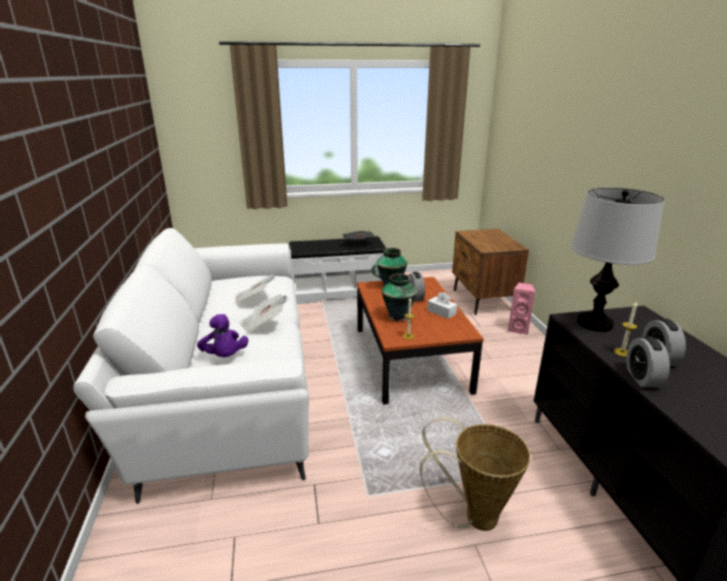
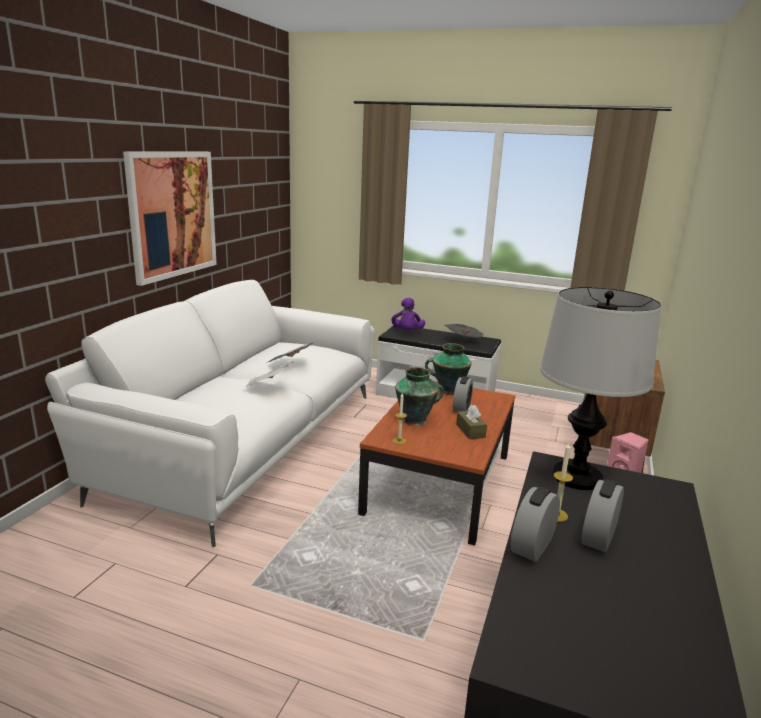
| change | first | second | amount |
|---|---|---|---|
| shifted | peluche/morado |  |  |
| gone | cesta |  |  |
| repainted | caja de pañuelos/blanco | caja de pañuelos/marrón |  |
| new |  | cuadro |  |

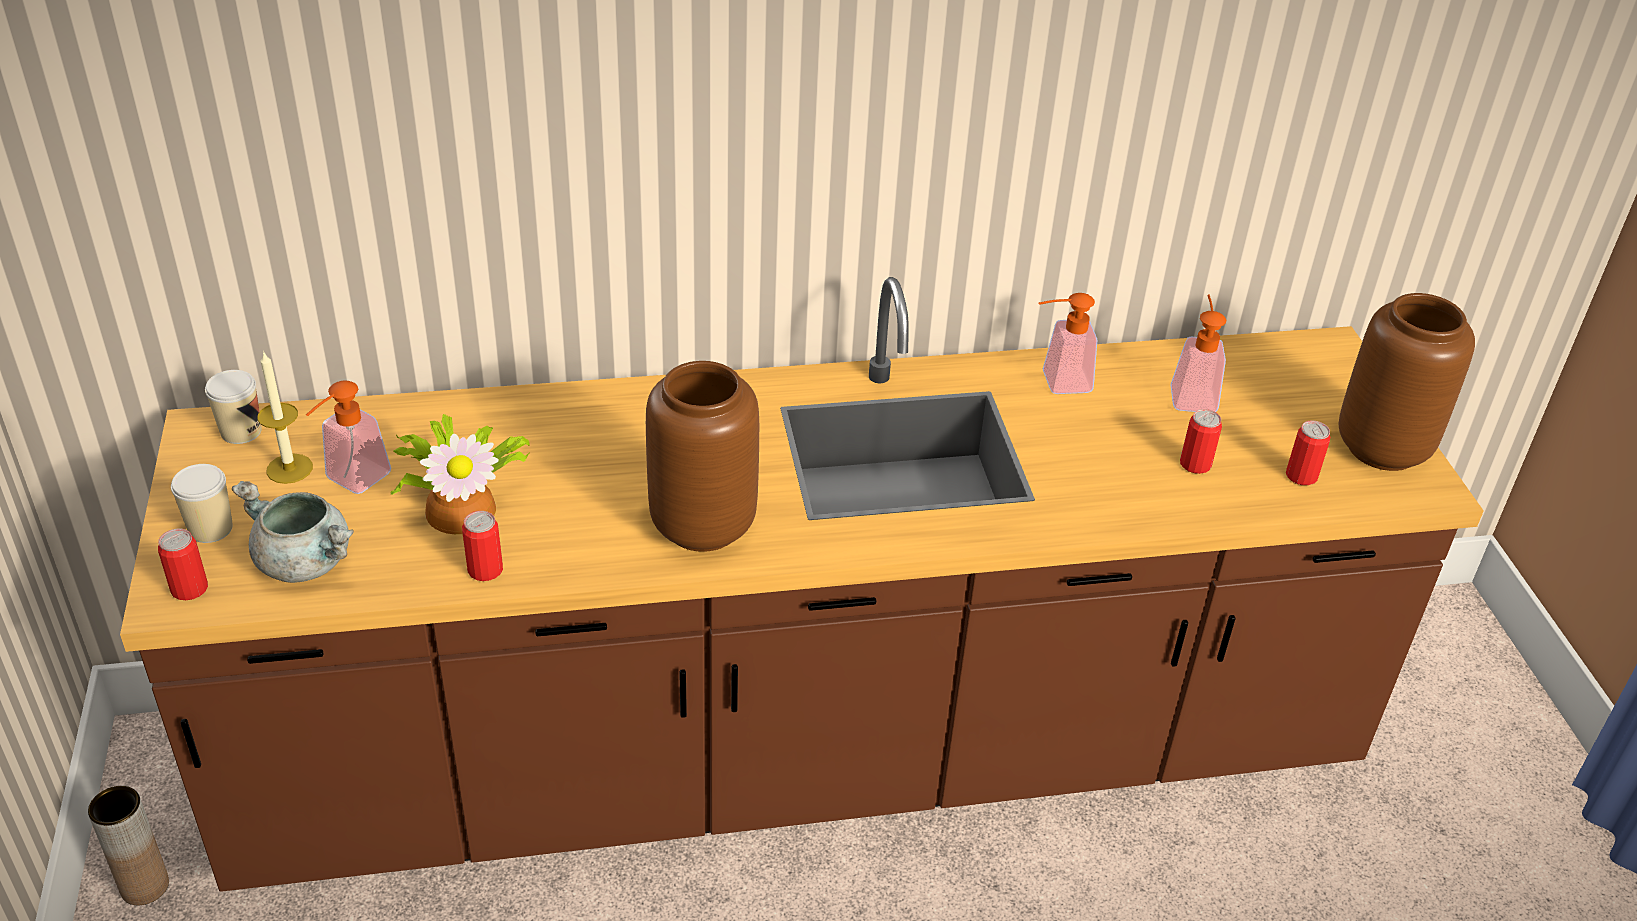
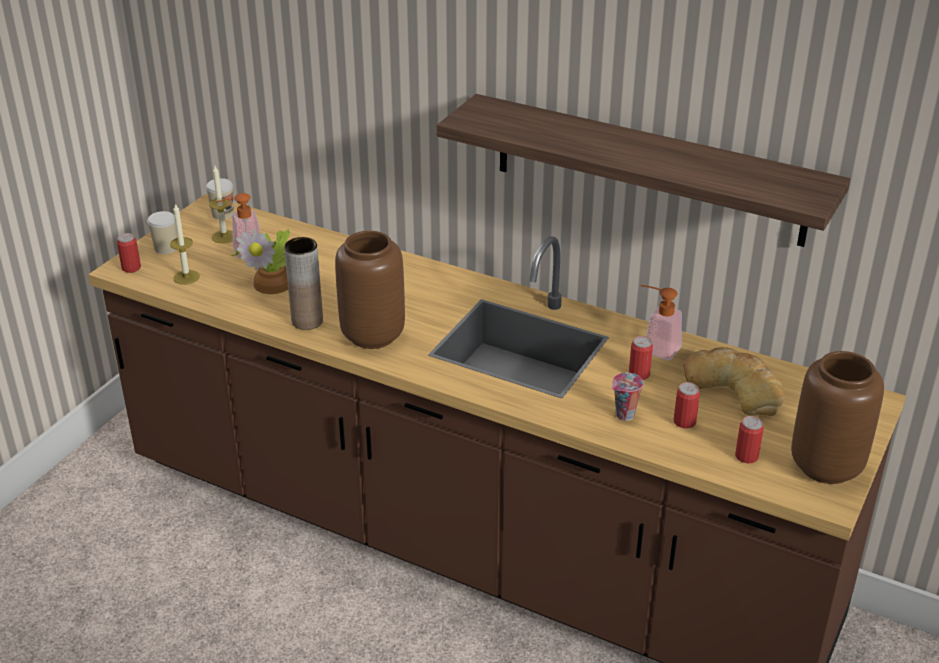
| change | first | second | amount |
|---|---|---|---|
| shifted | florero/marrón (no. 1 from left) |  |  |
| swapped | olla/gris | vela (no. 1 from left) |  |
| shifted | lata (no. 2 from left) |  |  |
| swapped | dispensador de jabón (no. 3 from left) | pan |  |
| new |  | estante |  |
| new |  | taza (no. 3 from left) |  |

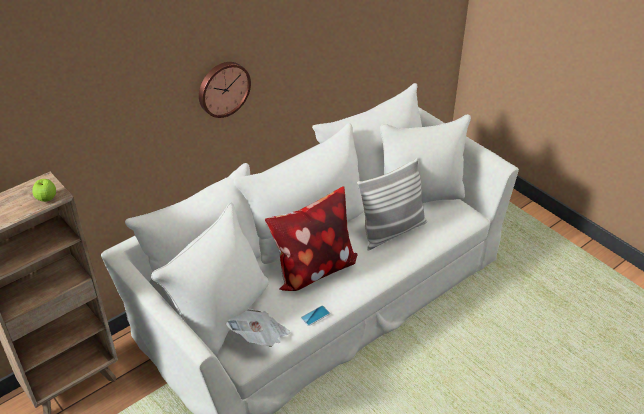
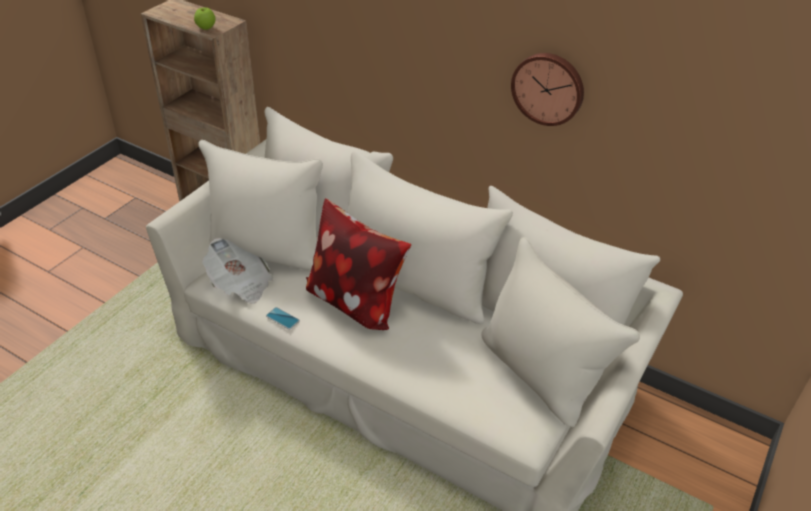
| change | first | second | amount |
|---|---|---|---|
| shifted | reloj de pared |  |  |
| gone | cojín (no. 2 from left) |  |  |

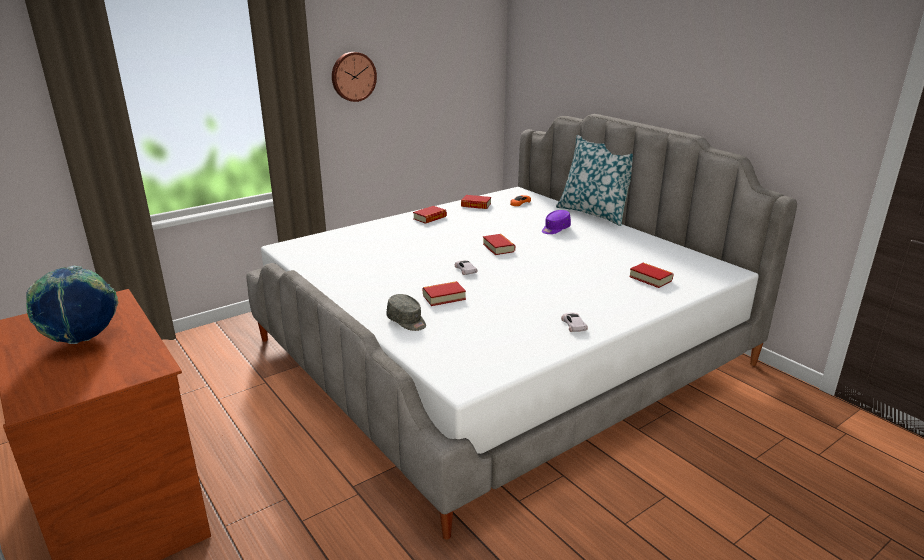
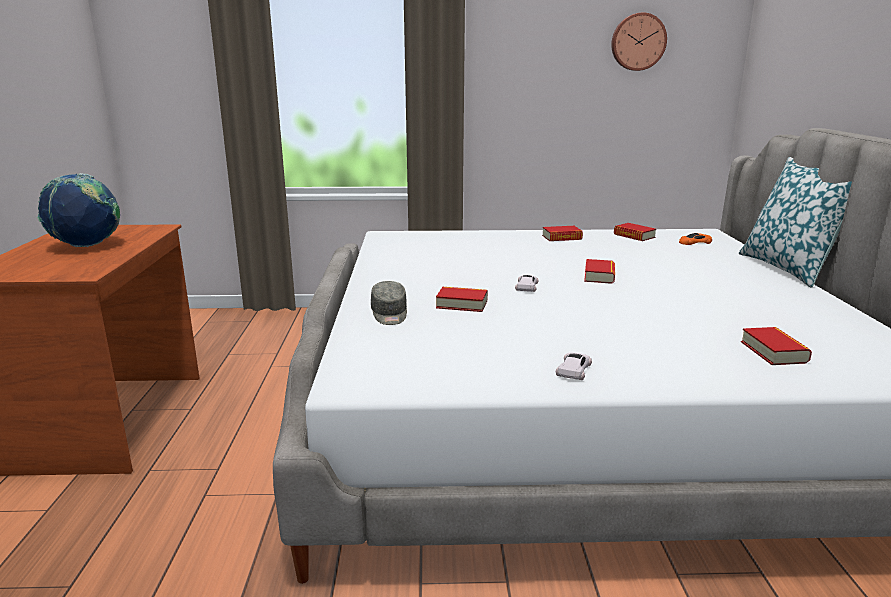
| change | first | second | amount |
|---|---|---|---|
| shifted | reloj de pared |  |  |
| gone | gorra/morado |  |  |

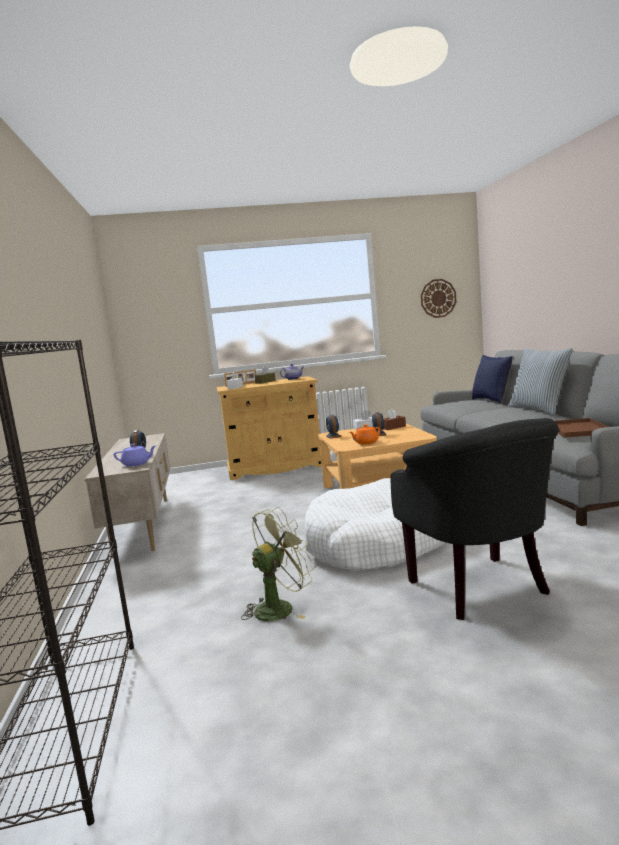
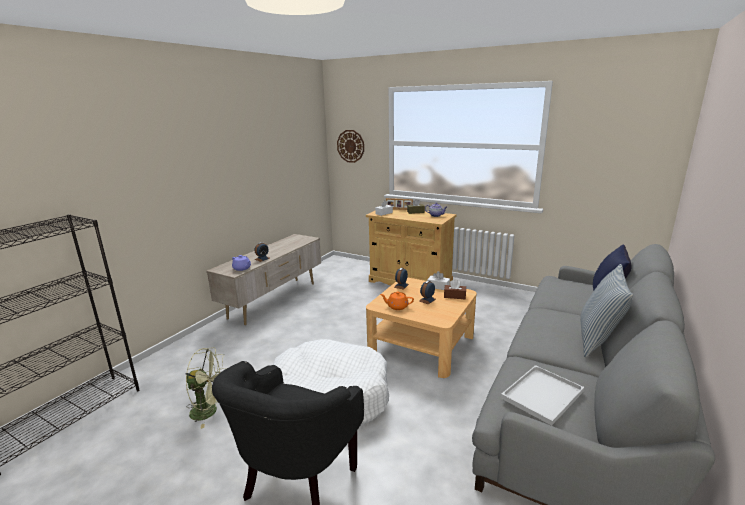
| change | first | second | amount |
|---|---|---|---|
| shifted | reloj de pared |  |  |
| repainted | bandeja/marrón | bandeja/blanco |  |

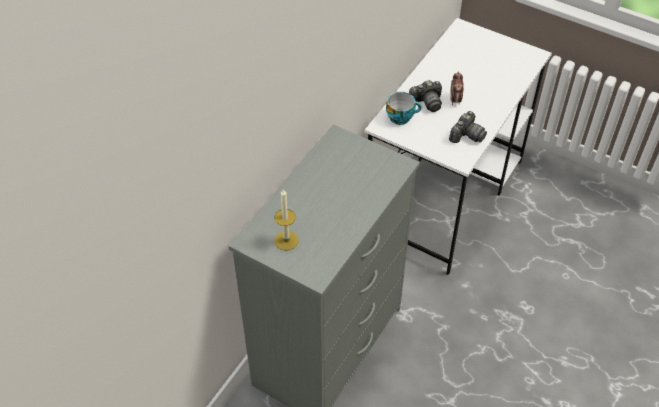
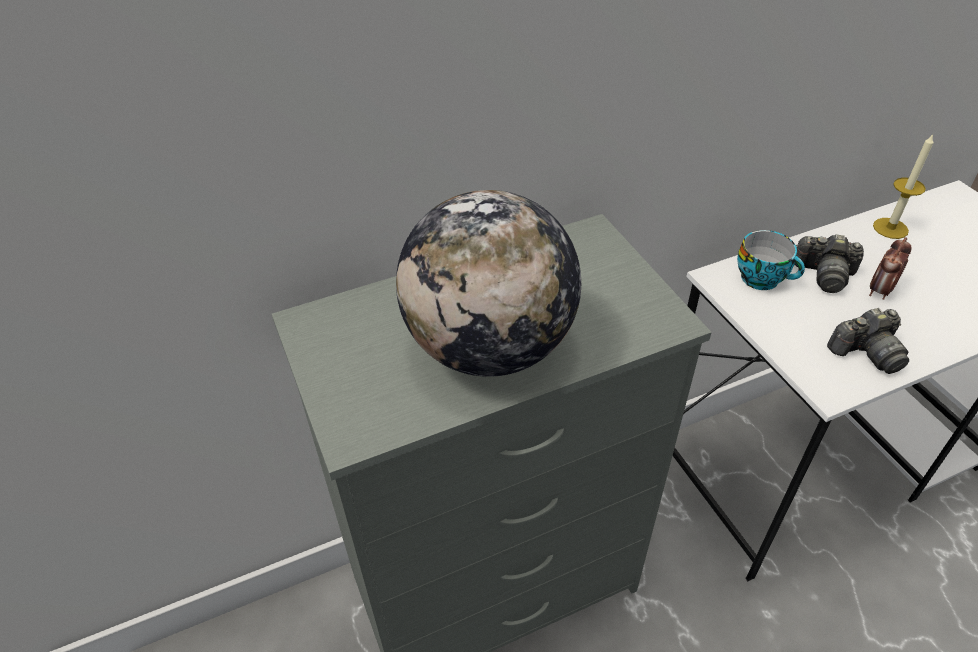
| change | first | second | amount |
|---|---|---|---|
| shifted | vela |  |  |
| new |  | globo terráqueo |  |

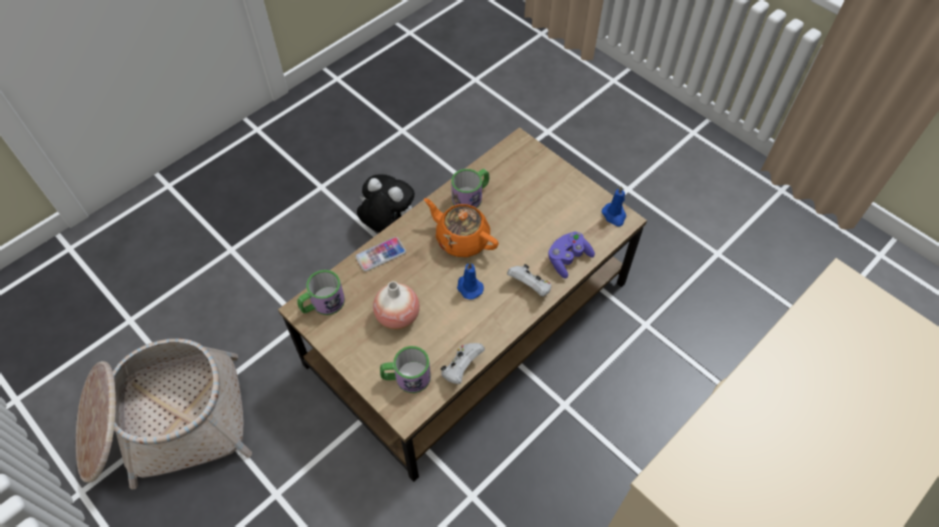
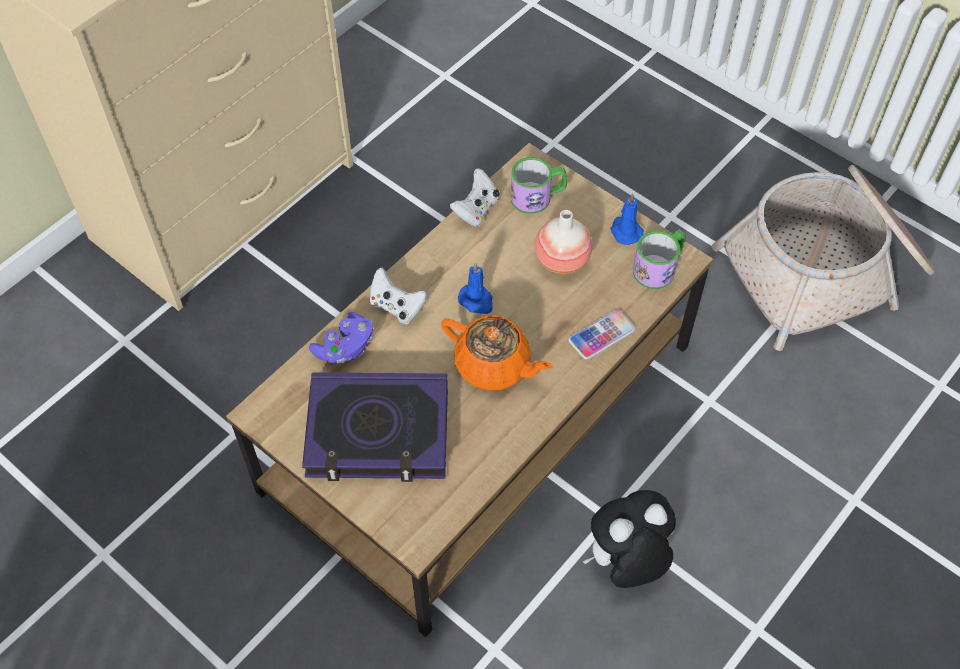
| change | first | second | amount |
|---|---|---|---|
| rotated | peluche |  | 135 degrees clockwise |
| gone | taza grande (no. 3 from left) |  |  |
| shifted | vela/azul (no. 2 from left) |  |  |
| new |  | libro |  |

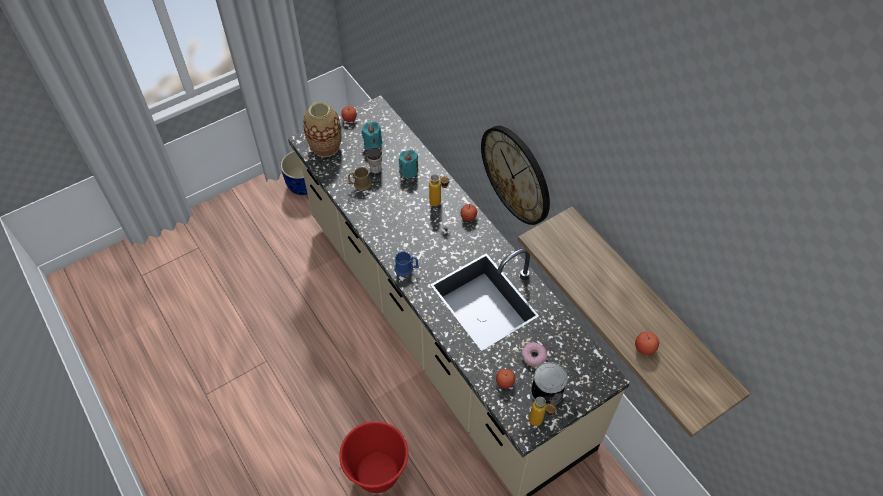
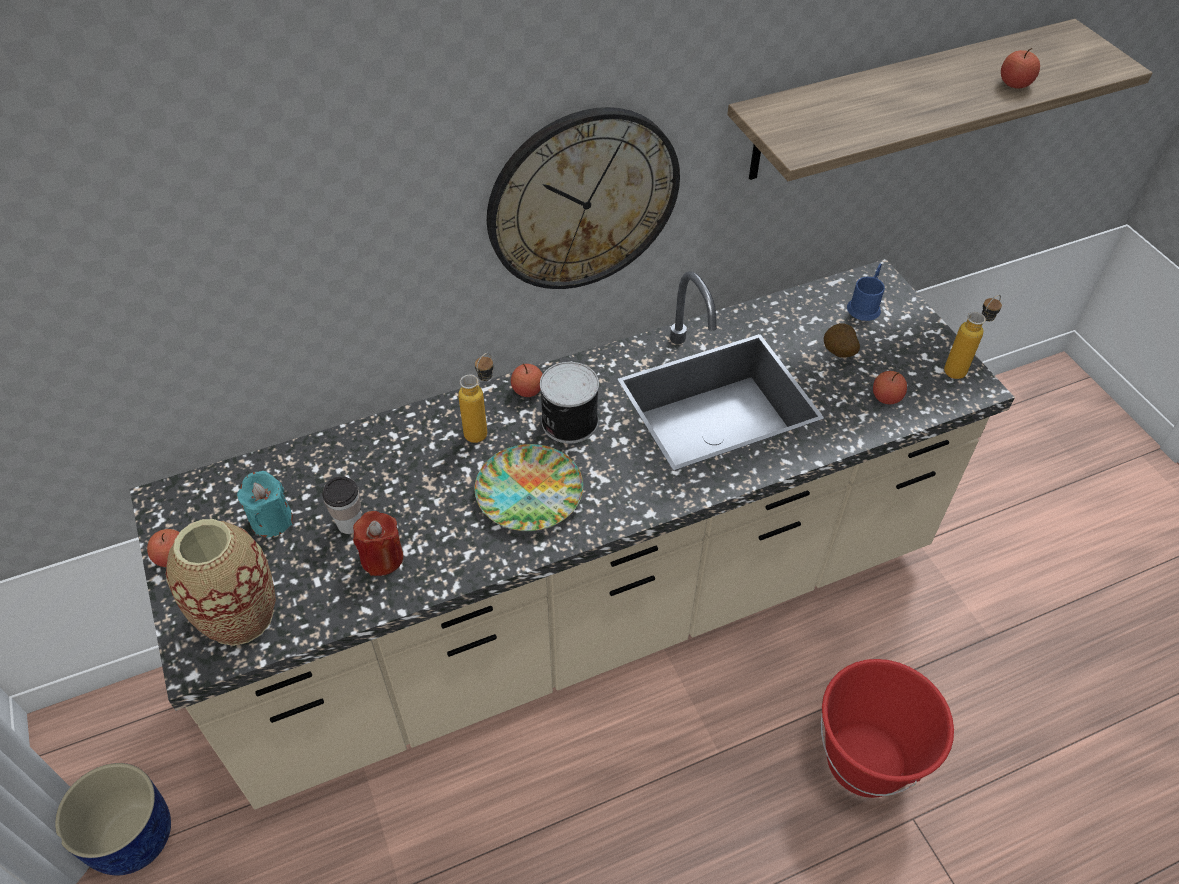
| change | first | second | amount |
|---|---|---|---|
| swapped | taza grande/marrón | vela/rojo |  |
| shifted | taza grande/azul |  |  |
| gone | vela/turquesa (no. 2 from left) |  |  |
| swapped | rosquilla | patata |  |
| shifted | lata |  |  |
| new |  | plato |  |

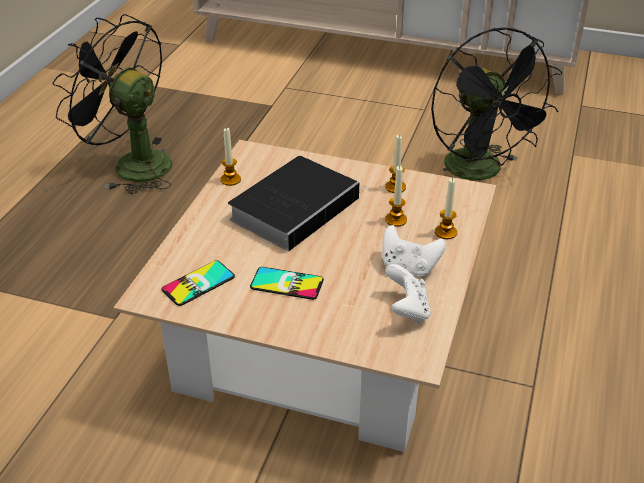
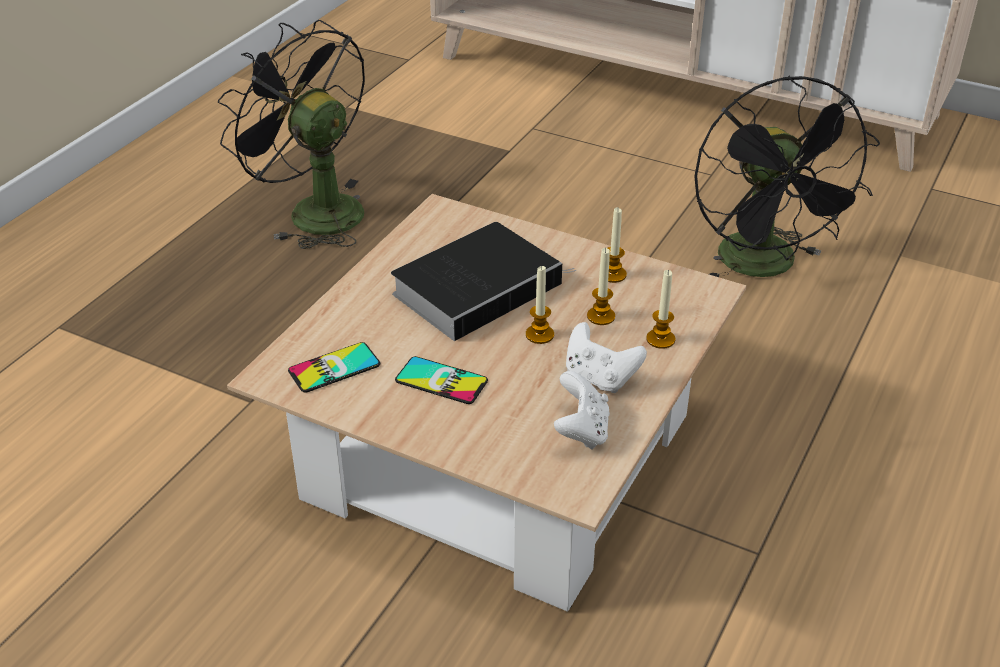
| change | first | second | amount |
|---|---|---|---|
| shifted | vela (no. 1 from left) |  |  |

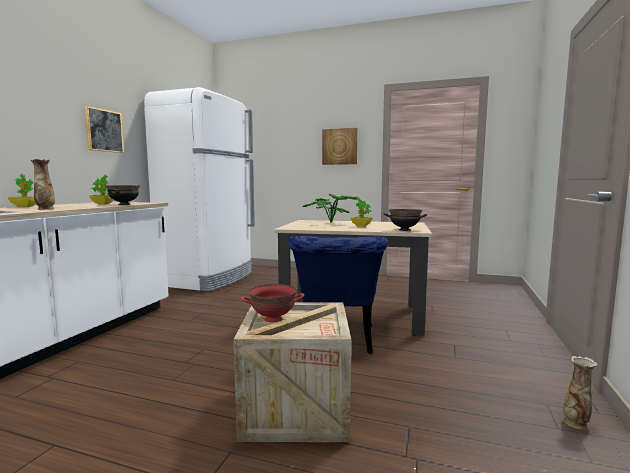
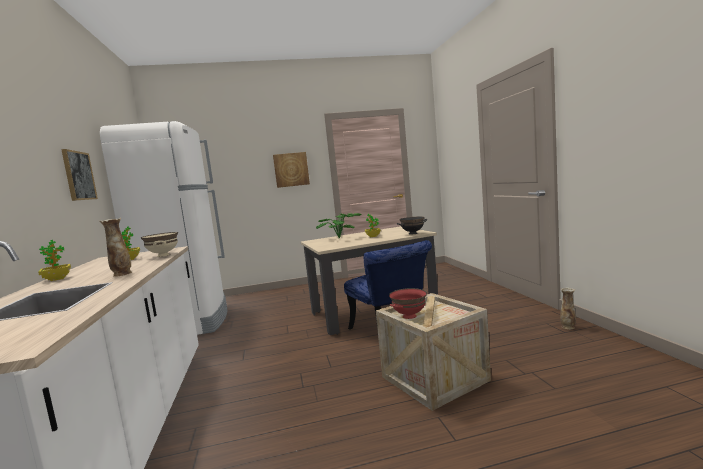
| change | first | second | amount |
|---|---|---|---|
| repainted | cuenco/negro (no. 1 from left) | cuenco/beis |  |

